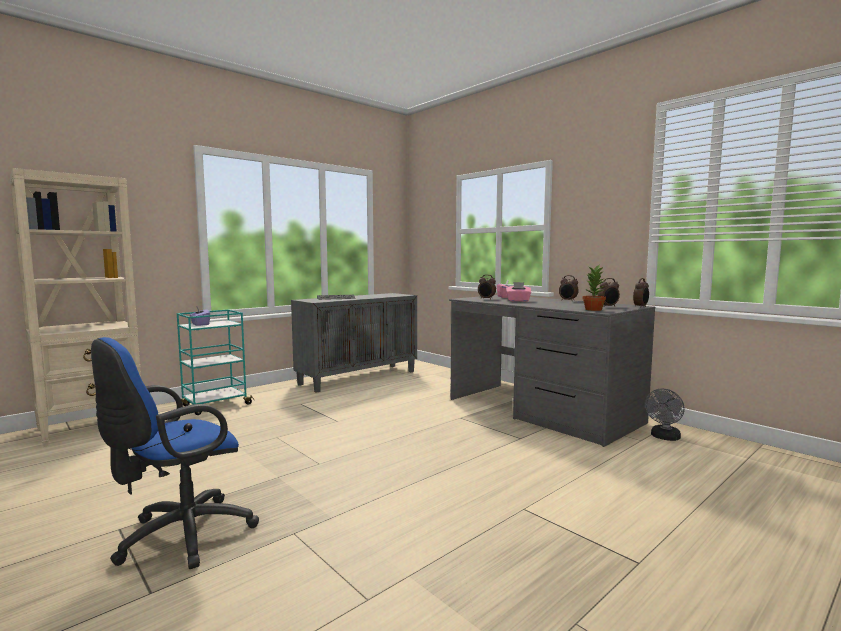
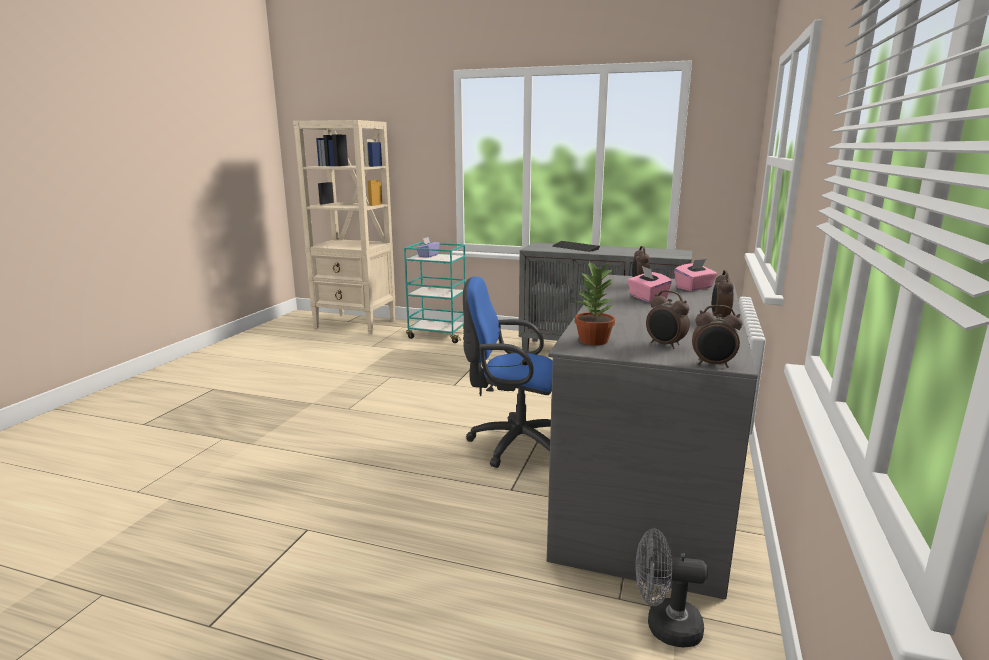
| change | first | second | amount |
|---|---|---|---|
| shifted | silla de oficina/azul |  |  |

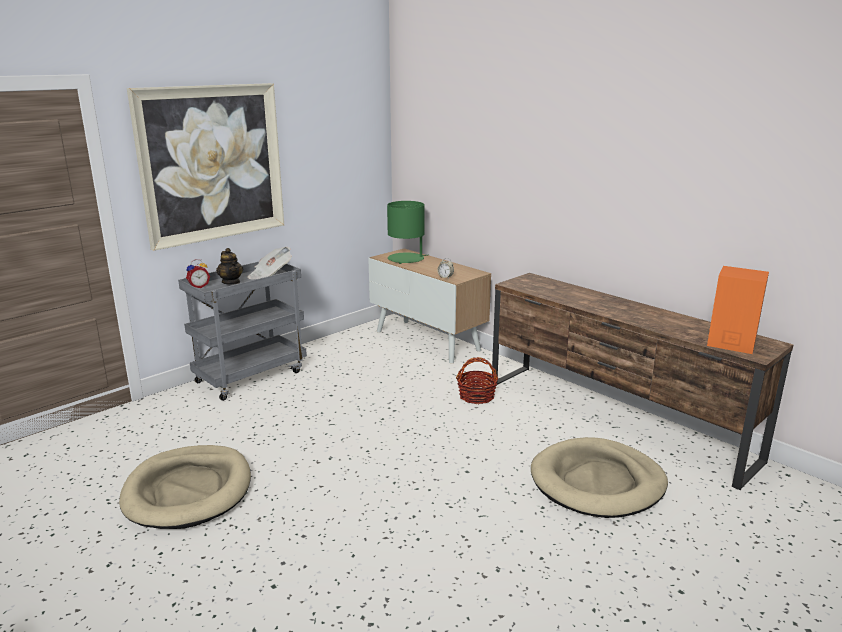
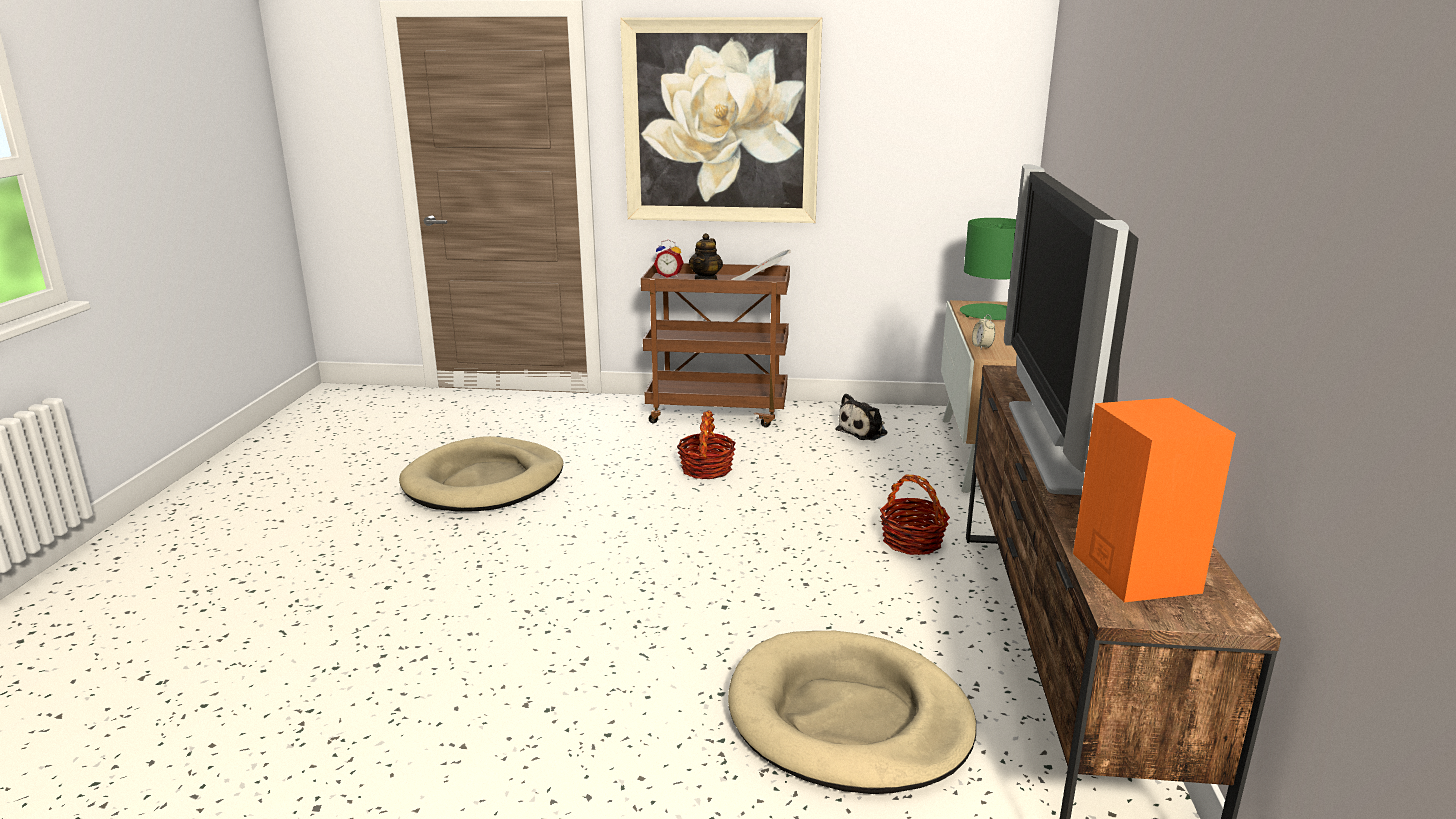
| change | first | second | amount |
|---|---|---|---|
| repainted | carrito/gris | carrito/marrón |  |
| new |  | cesta (no. 1 from left) |  |
| new |  | peluche |  |
| new |  | televisor |  |

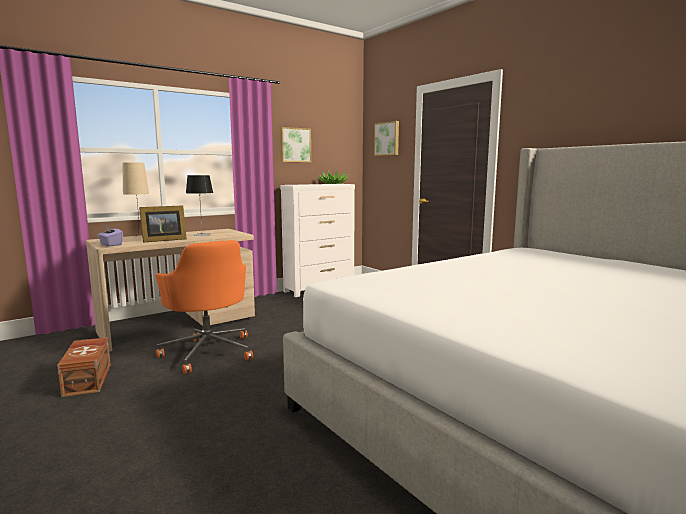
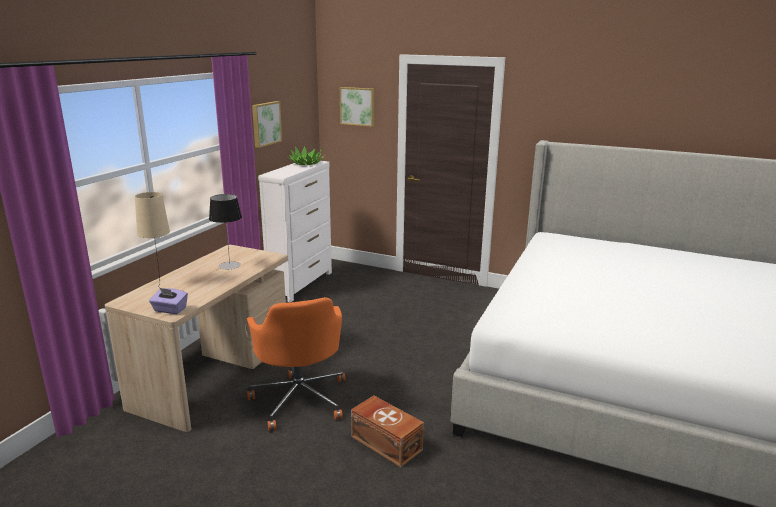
| change | first | second | amount |
|---|---|---|---|
| shifted | caja de almacenaje/marrón |  |  |
| gone | portarretratos |  |  |
| rotated | silla de oficina/naranja |  | 45 degrees clockwise |

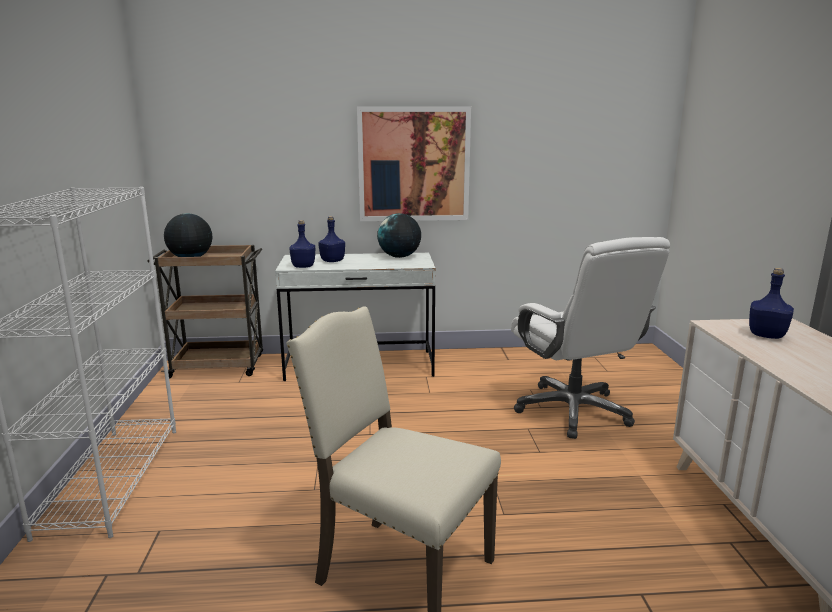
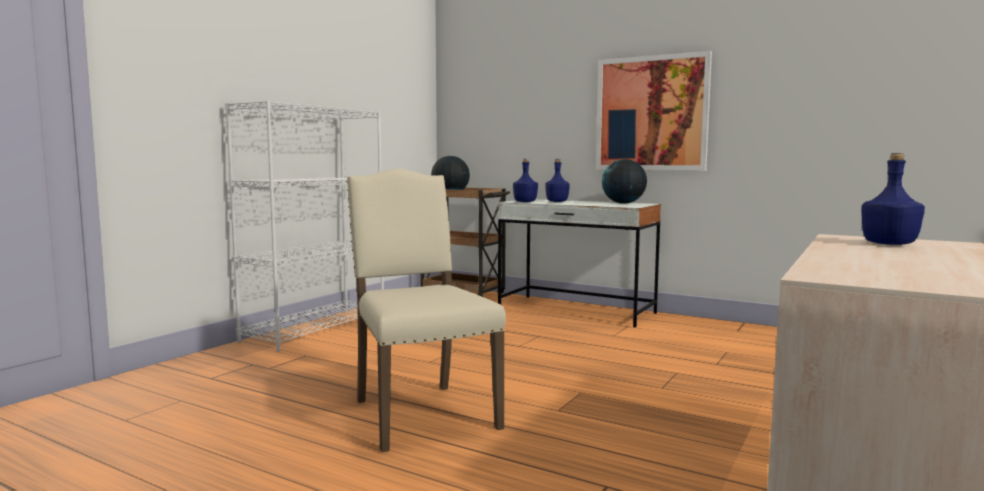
| change | first | second | amount |
|---|---|---|---|
| gone | silla de oficina/blanco |  |  |

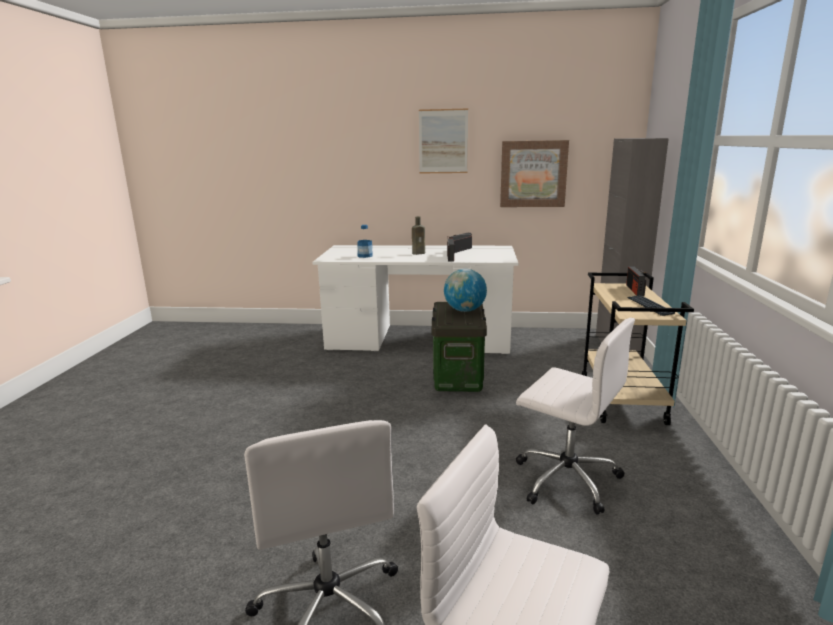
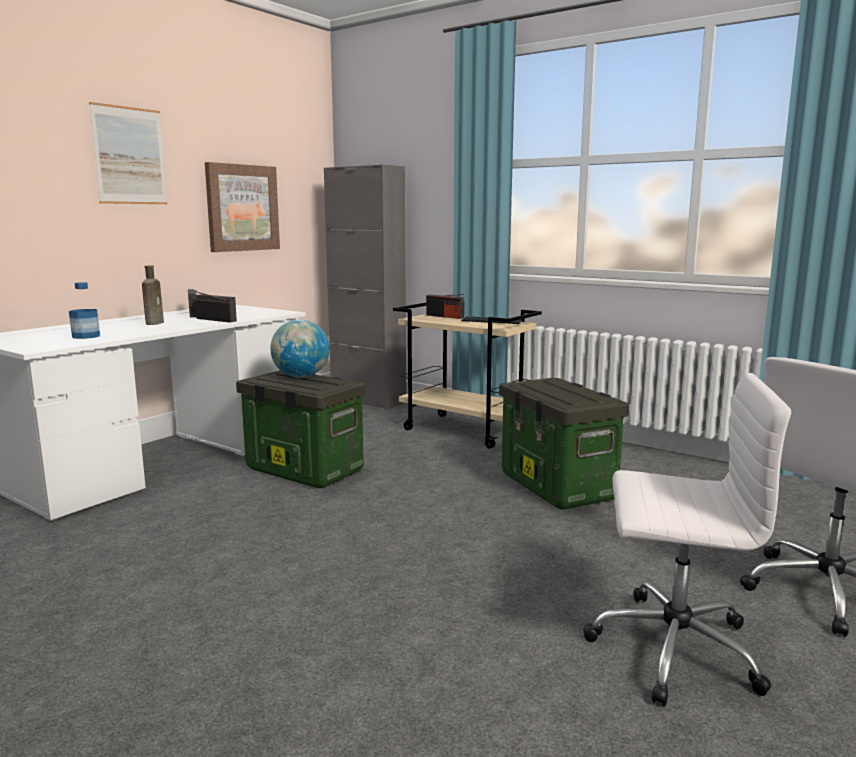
| change | first | second | amount |
|---|---|---|---|
| swapped | silla de oficina/blanco (no. 3 from left) | caja de almacenaje (no. 2 from left) |  |

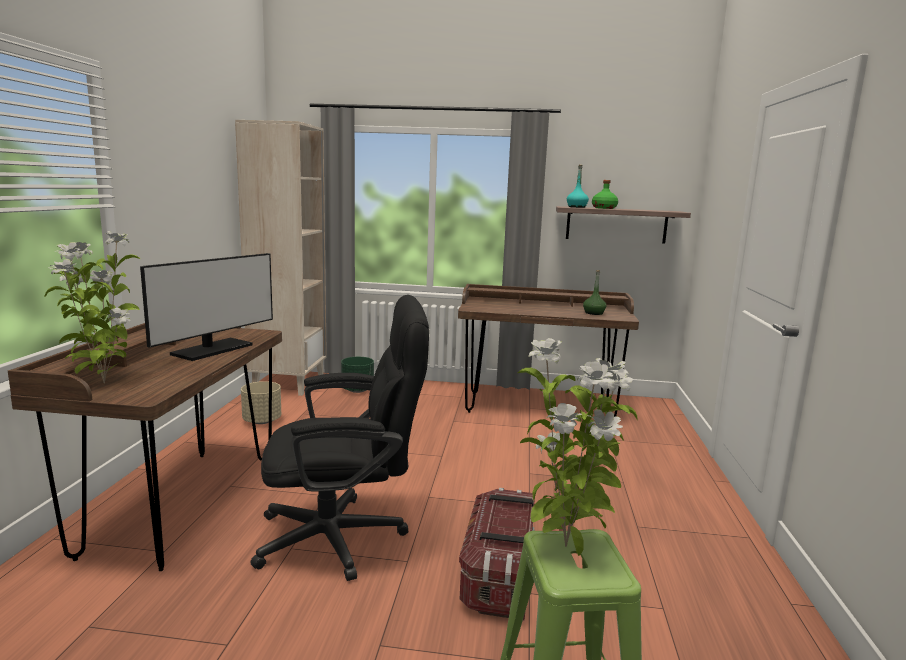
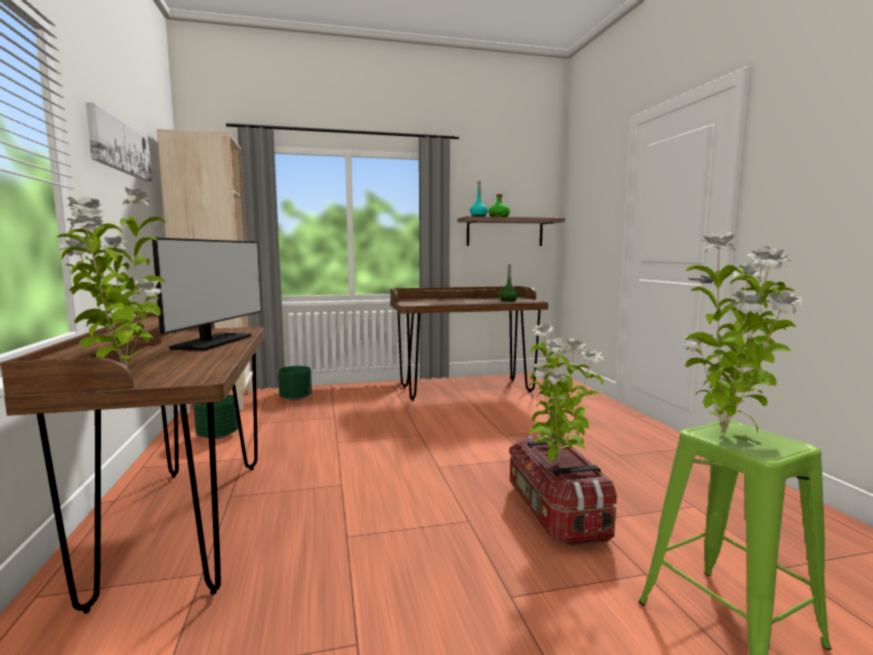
| change | first | second | amount |
|---|---|---|---|
| repainted | maceta/beis | maceta/verde (no. 1 from left) |  |
| gone | silla de oficina/negro |  |  |
| new |  | cuadro |  |
| new |  | planta en maceta (no. 2 from left) |  |

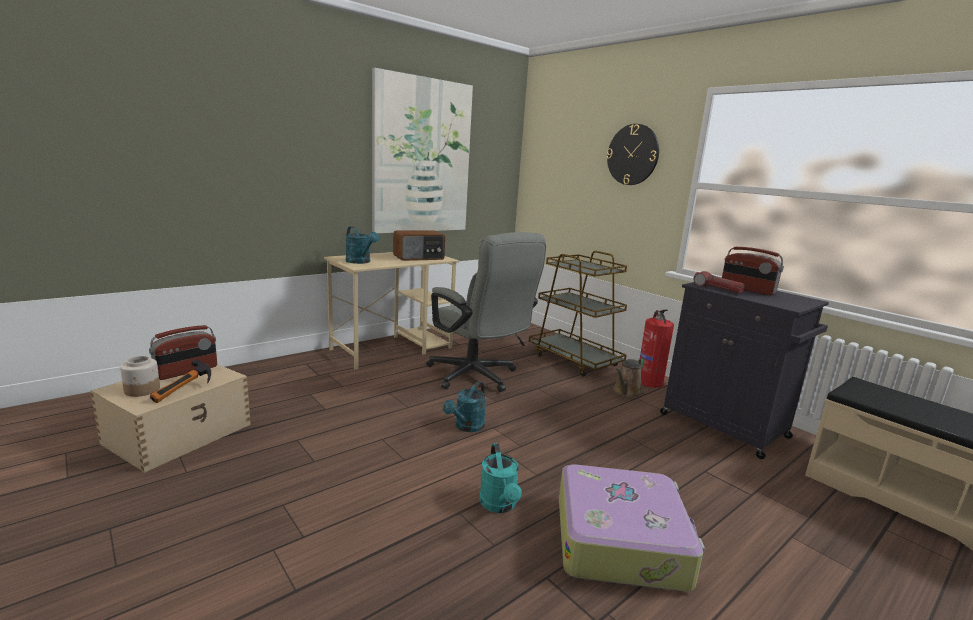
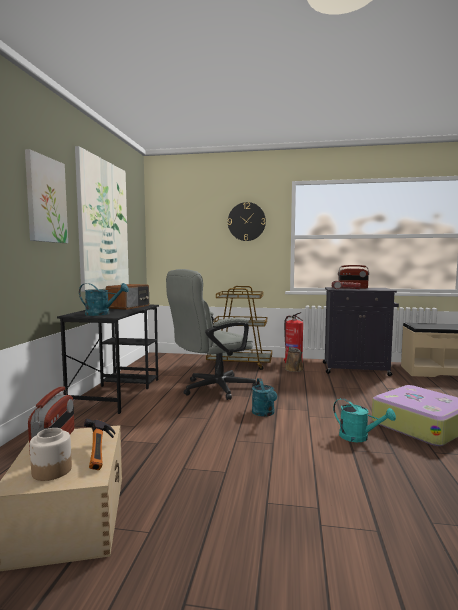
| change | first | second | amount |
|---|---|---|---|
| repainted | escritorio/beis | escritorio/negro |  |
| rotated | silla de oficina/gris |  | 135 degrees clockwise |
| new |  | cuadro (no. 1 from left) |  |

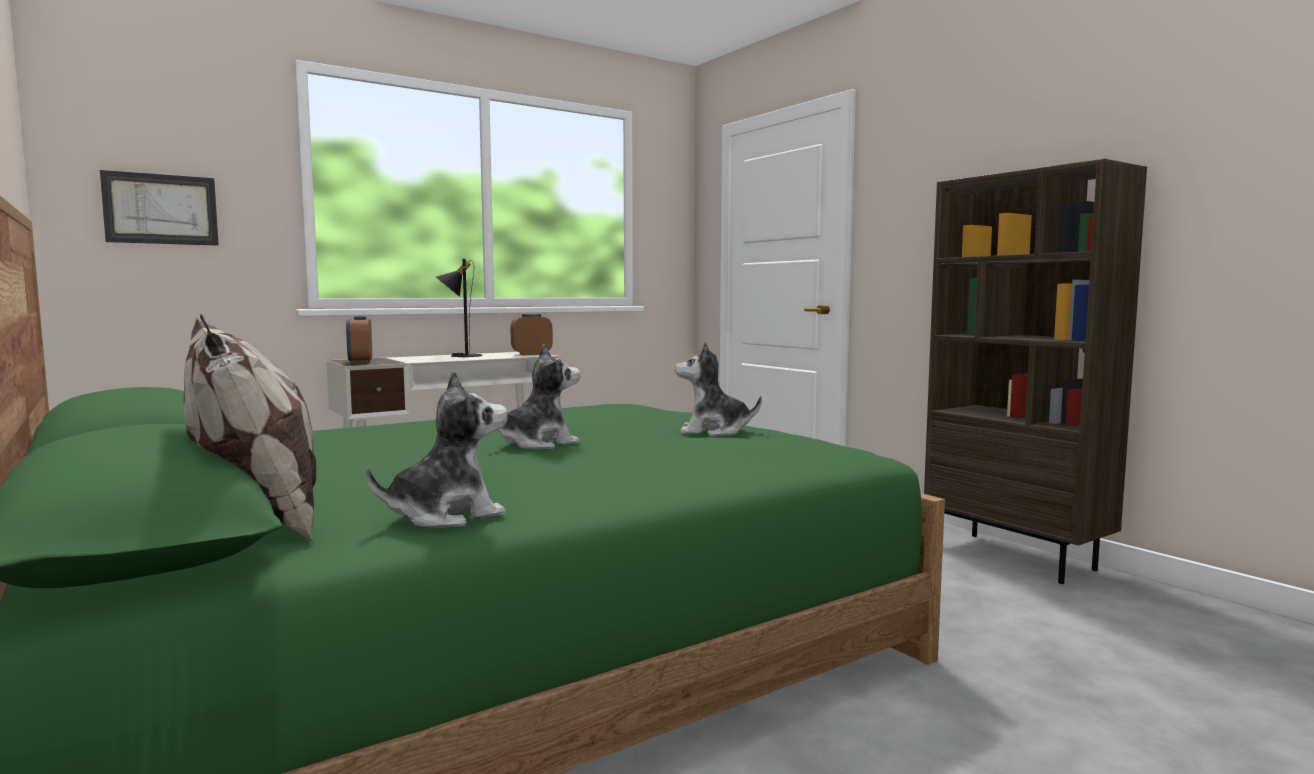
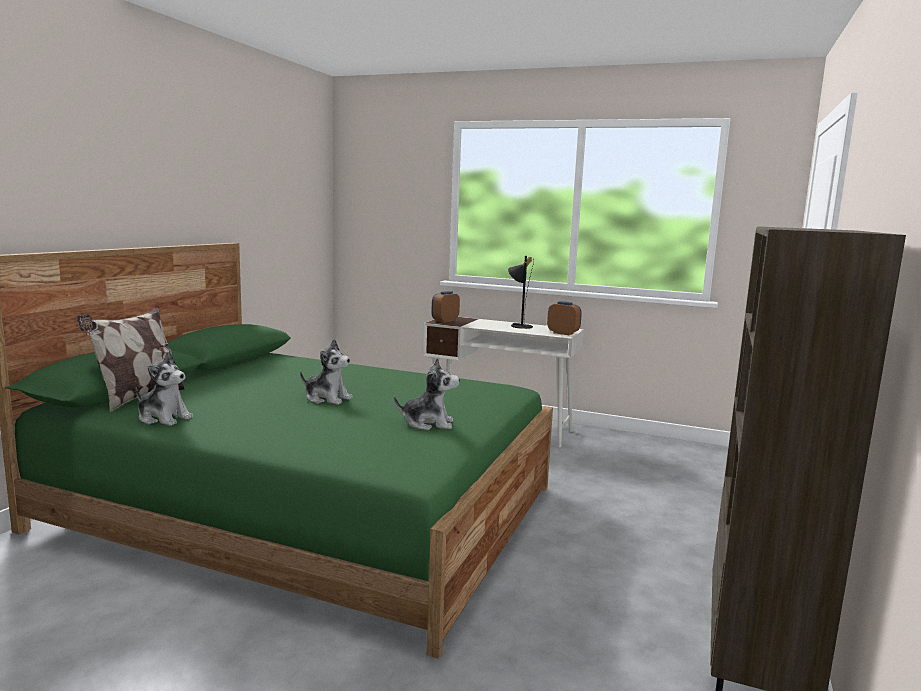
| change | first | second | amount |
|---|---|---|---|
| gone | cuadro |  |  |
| rotated | peluche (no. 3 from left) |  | 120 degrees clockwise |

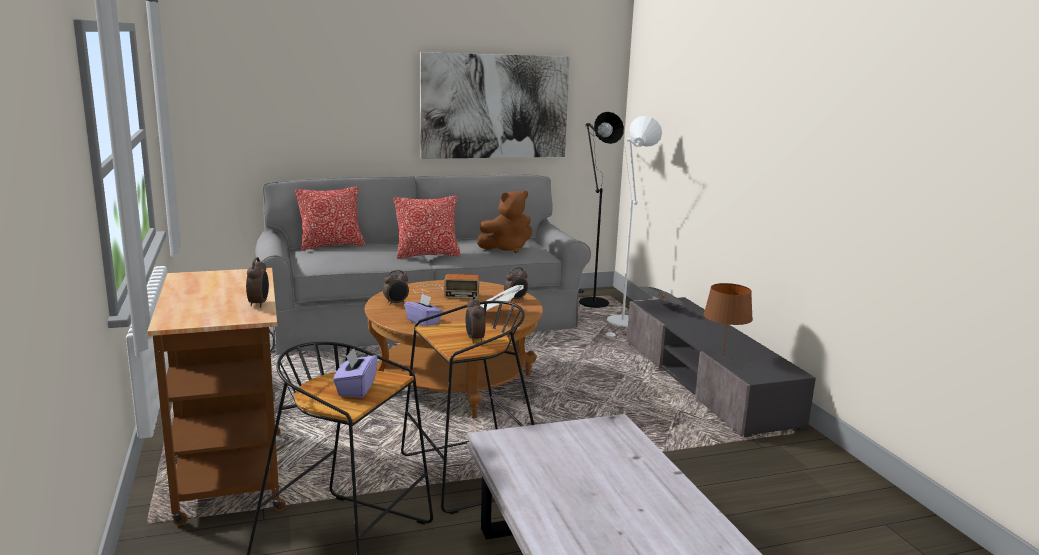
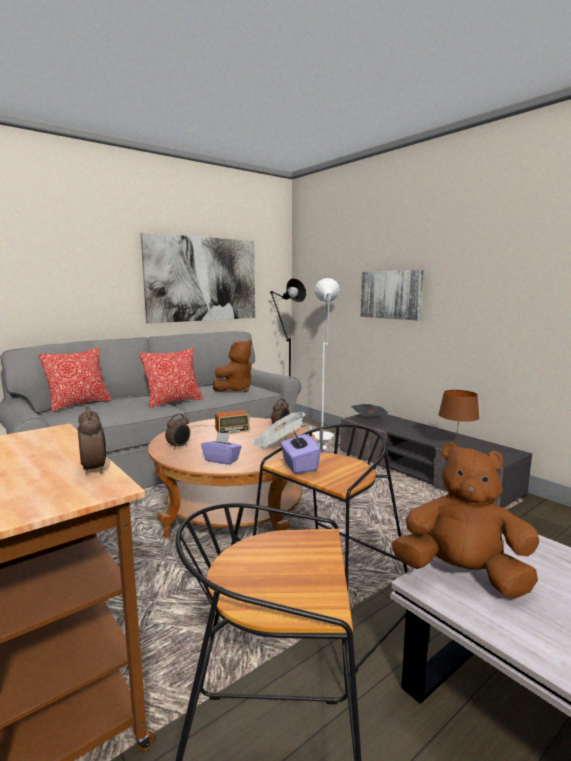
| change | first | second | amount |
|---|---|---|---|
| shifted | caja de pañuelos/morado (no. 1 from left in the first image) | caja de pañuelos/morado (no. 2 from left) |  |
| gone | despertador (no. 3 from left) |  |  |
| new |  | cuadro (no. 2 from left) |  |
| new |  | peluche/marrón (no. 2 from left) |  |

